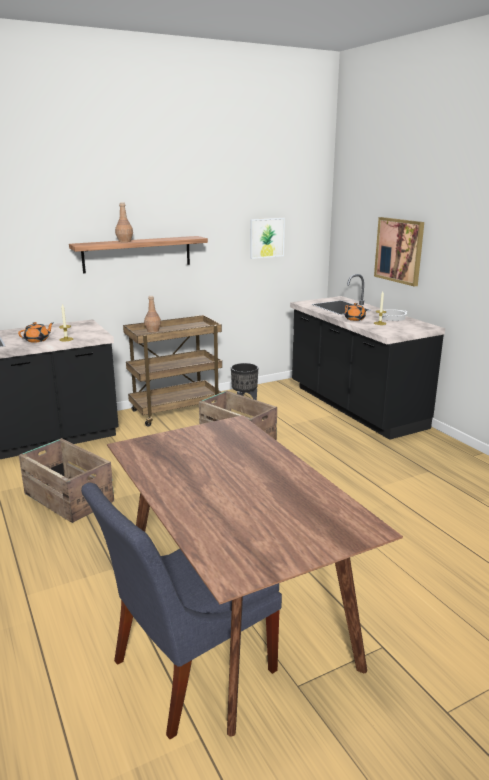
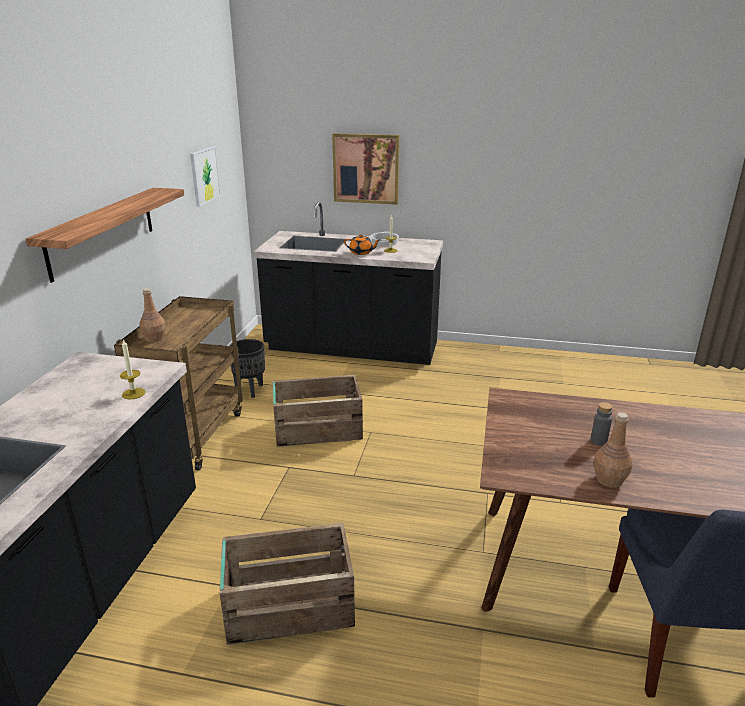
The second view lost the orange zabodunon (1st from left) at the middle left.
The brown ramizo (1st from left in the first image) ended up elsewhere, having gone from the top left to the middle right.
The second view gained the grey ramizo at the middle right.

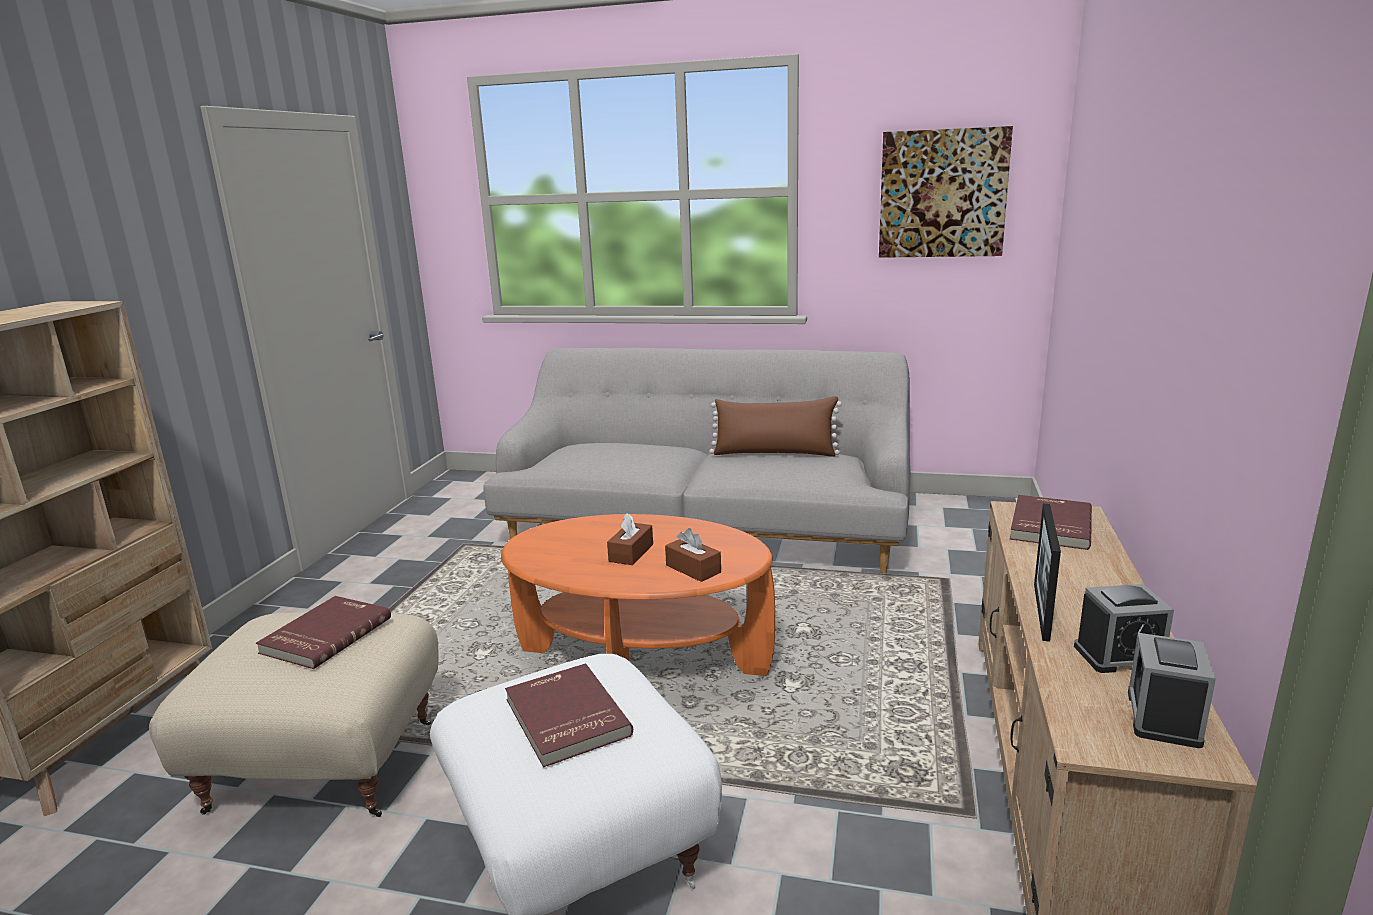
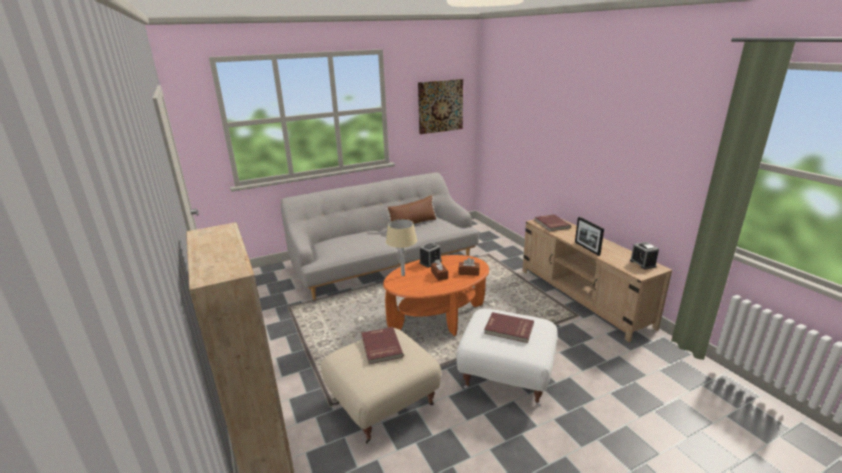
The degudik (1st from left) ended up elsewhere, having gone from the bottom right to the centre.
The second view gained the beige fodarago at the centre.

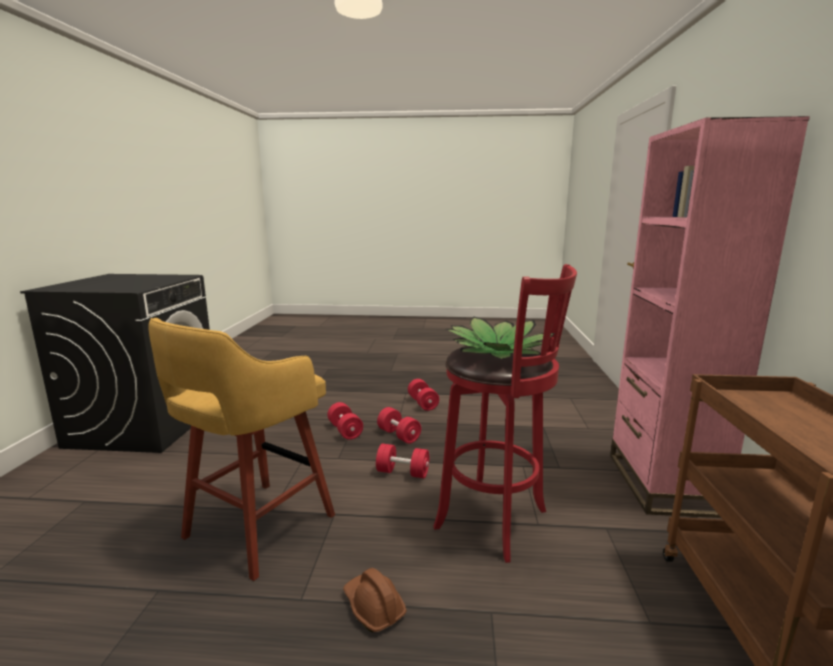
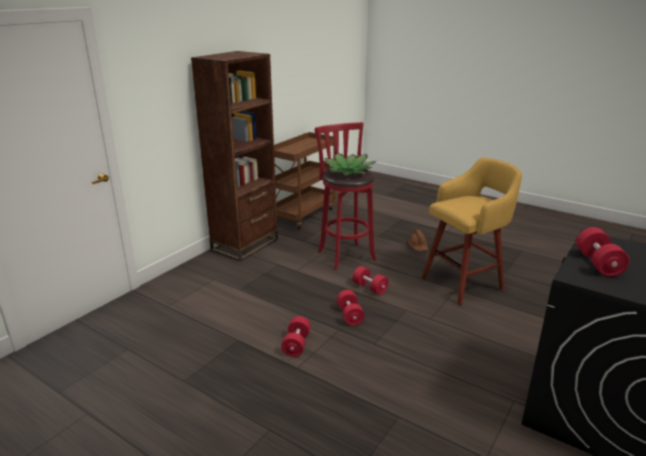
The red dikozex (1st from left in the first image) ended up elsewhere, having gone from the centre to the middle right.
What was the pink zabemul at the middle right turned into the brown zabemul at the centre.

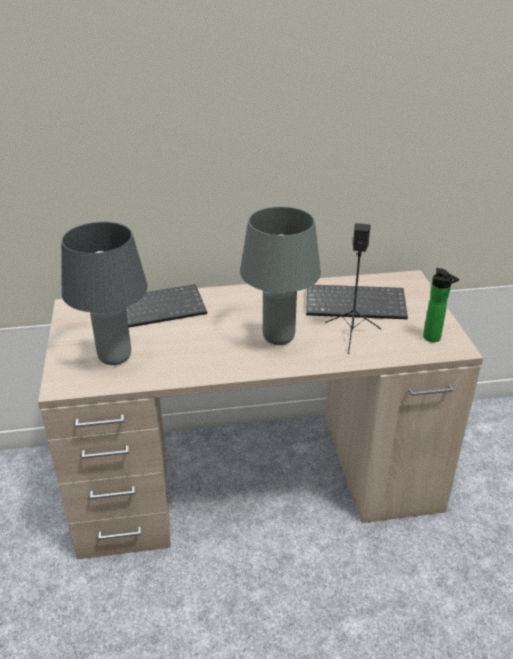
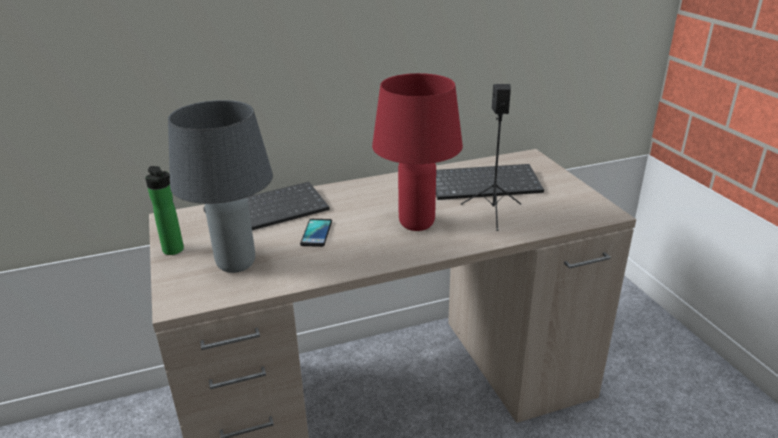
What was the grey fodarago (2nd from left) at the centre turned into the red fodarago at the centre.
The ramizo ended up elsewhere, having gone from the middle right to the middle left.
The second view gained the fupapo at the centre.

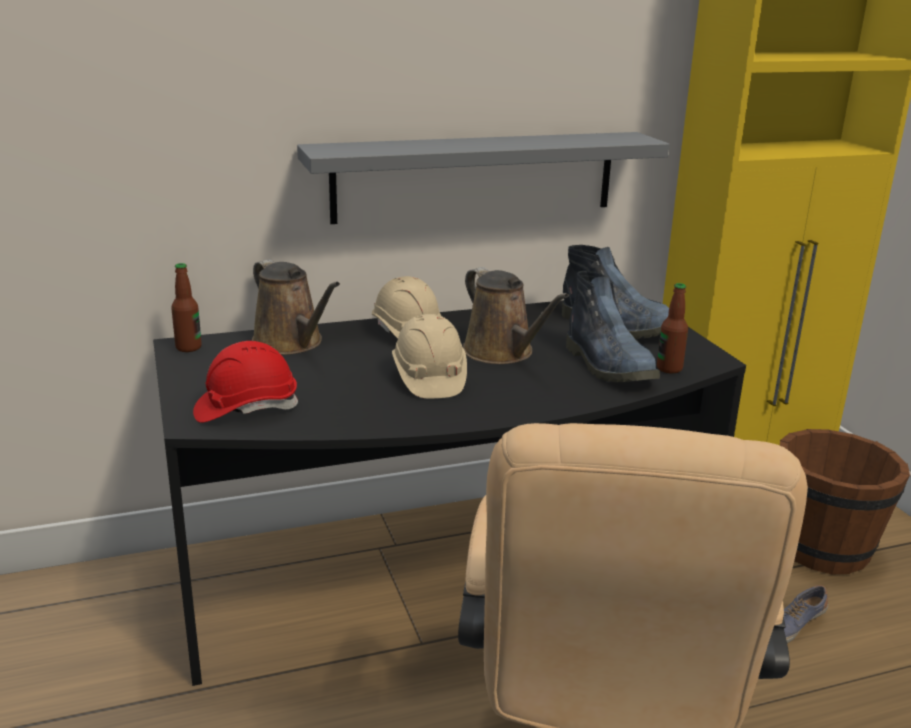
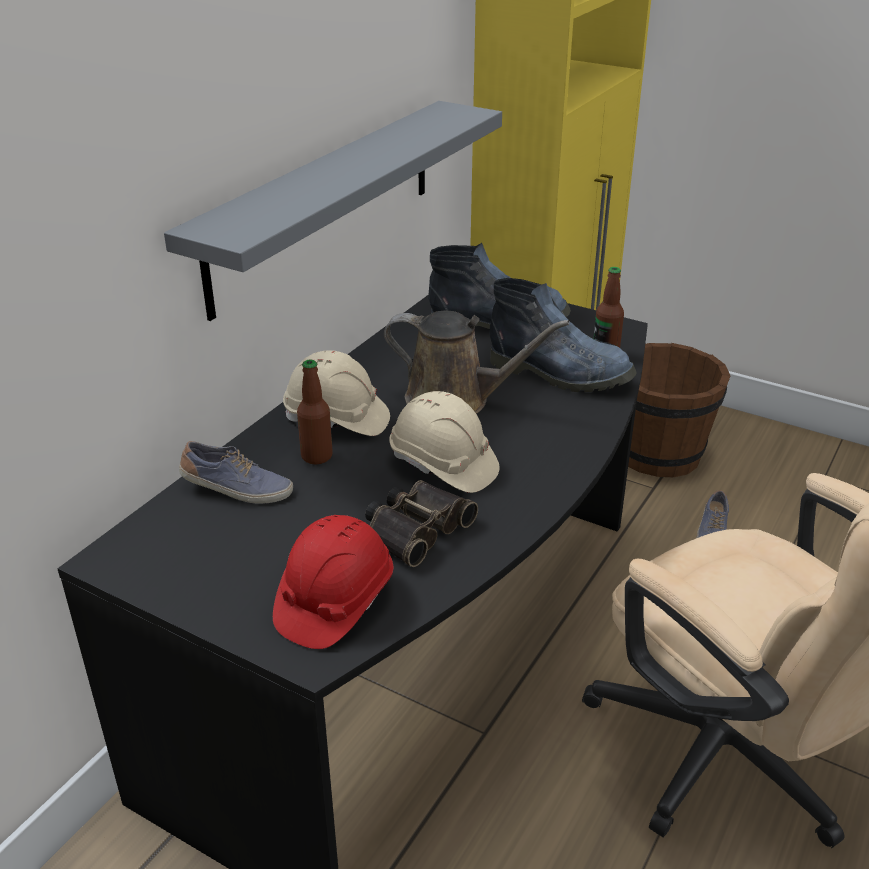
The ramizo (1st from left) ended up elsewhere, having gone from the middle left to the centre.
Where the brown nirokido (1st from left) stood at the middle left, the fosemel (1st from left) came to stand at the middle left.
The second view gained the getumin at the centre.

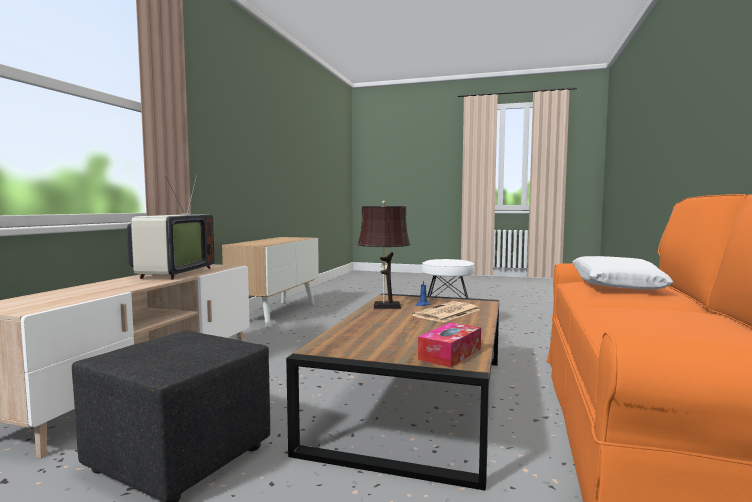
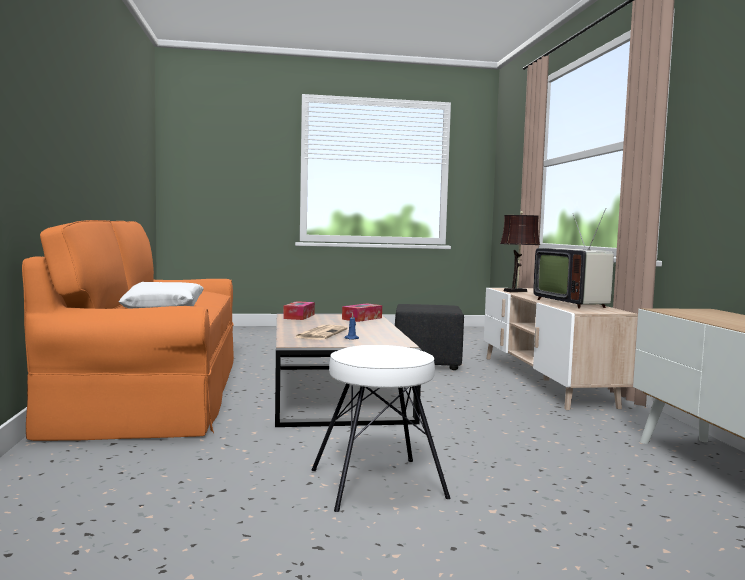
The brown fodarago ended up elsewhere, having gone from the centre to the middle right.
The second view gained the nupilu (2nd from left) at the centre.

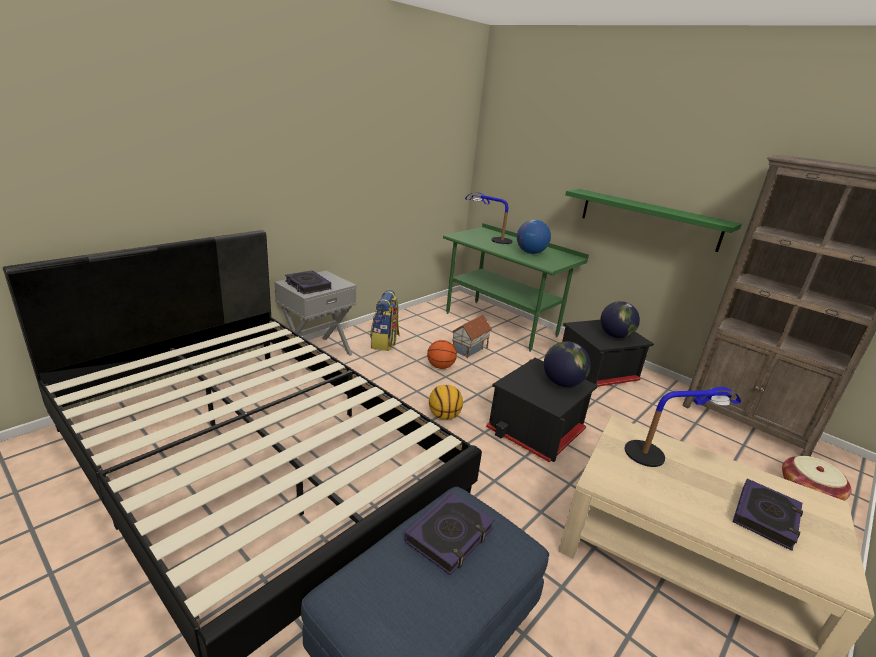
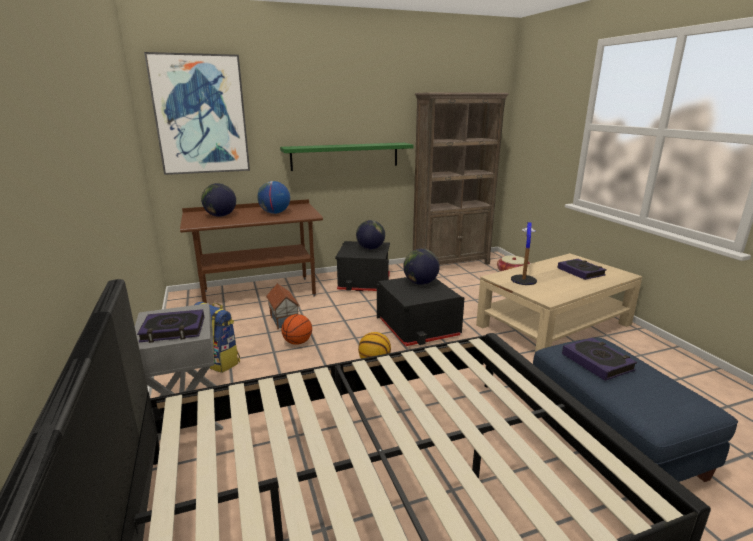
What was the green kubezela at the centre turned into the brown kubezela at the centre.
Where the fodarago (1st from left) stood at the top centre, the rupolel (1st from left) came to stand at the middle left.
The second view gained the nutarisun at the top left.

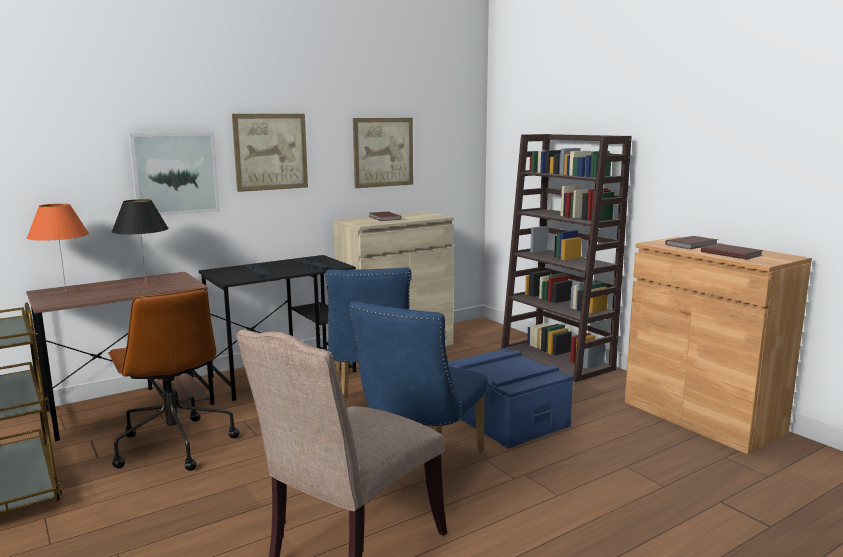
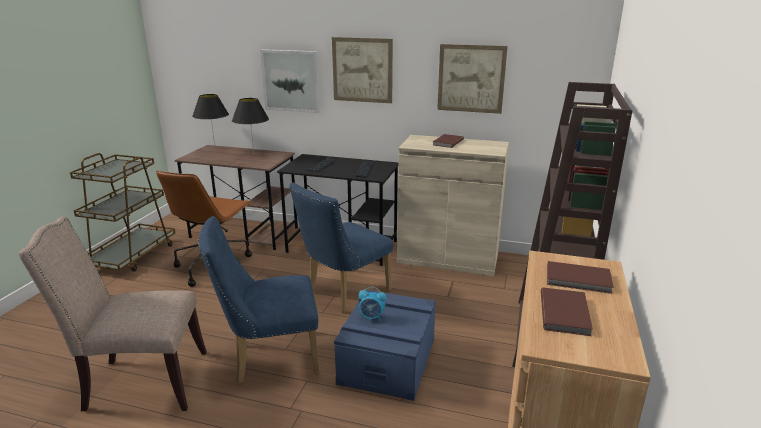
What was the orange fodarago at the middle left turned into the black fodarago (1st from left) at the top left.
The second view gained the degudik at the bottom centre.

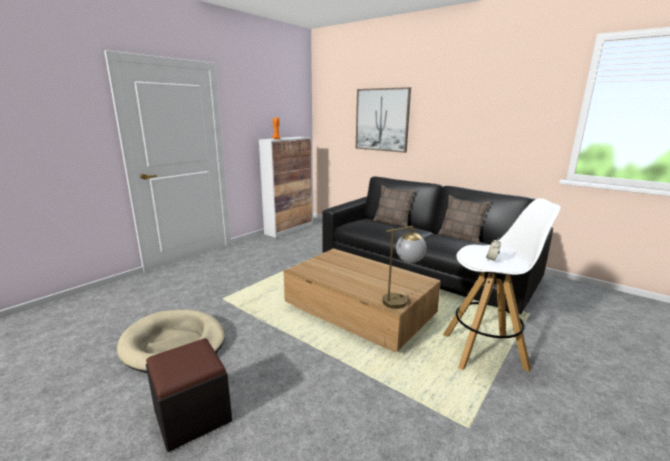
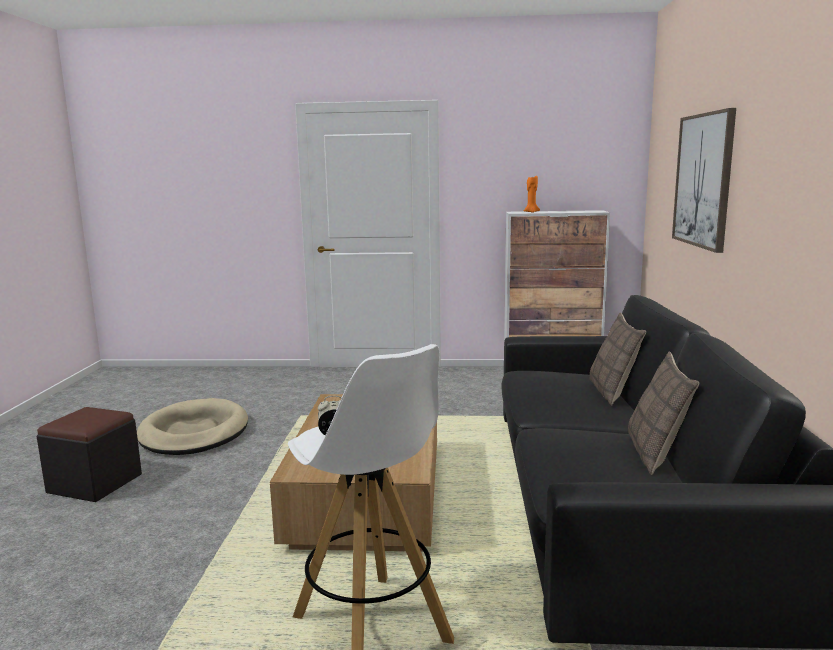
The second view lost the fodarago at the centre.

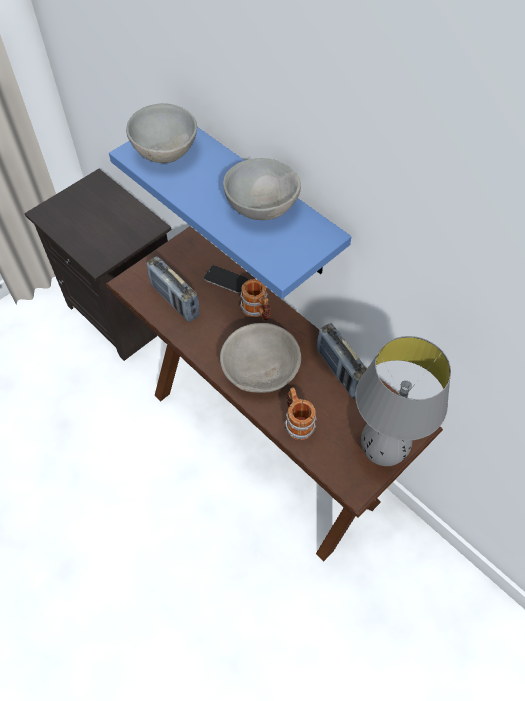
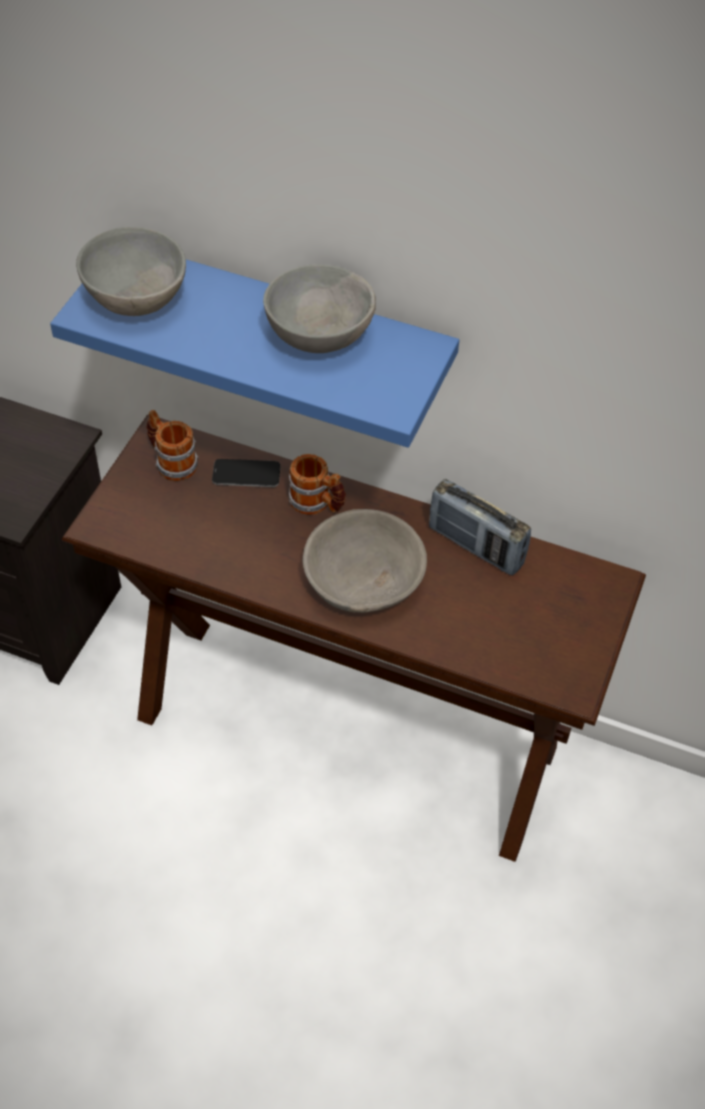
The second view lost the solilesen (1st from left) at the middle left.
The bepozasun (2nd from left in the first image) ended up elsewhere, having gone from the centre to the middle left.
The second view lost the grey fodarago at the middle right.

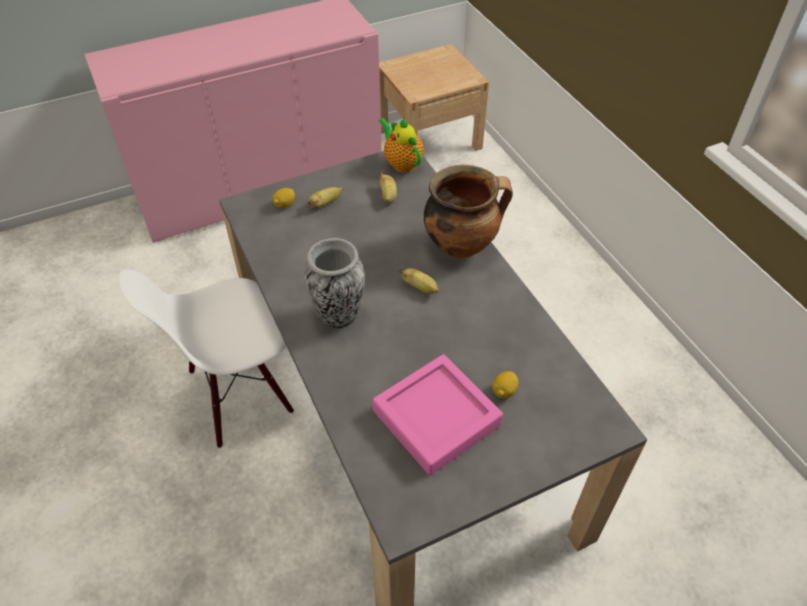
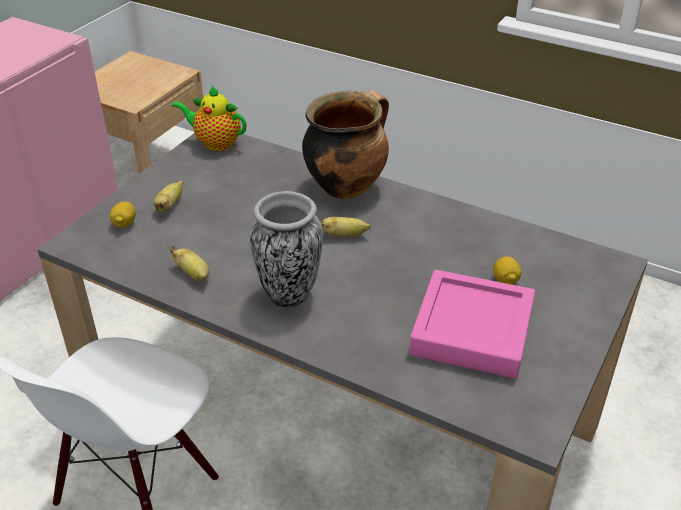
The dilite (2nd from left) ended up elsewhere, having gone from the top centre to the middle left.

